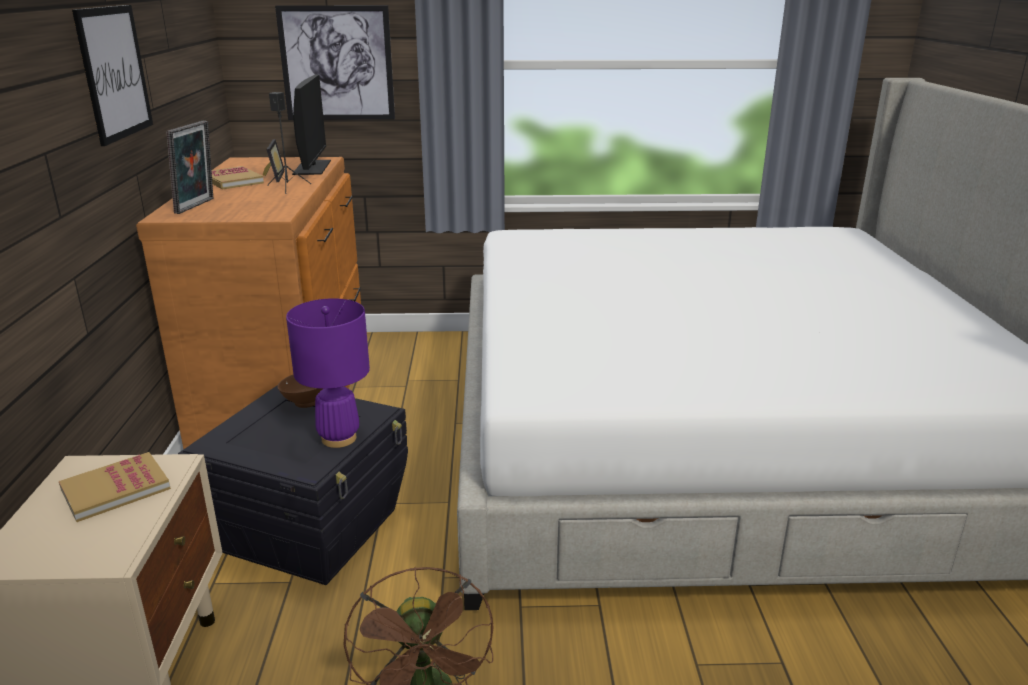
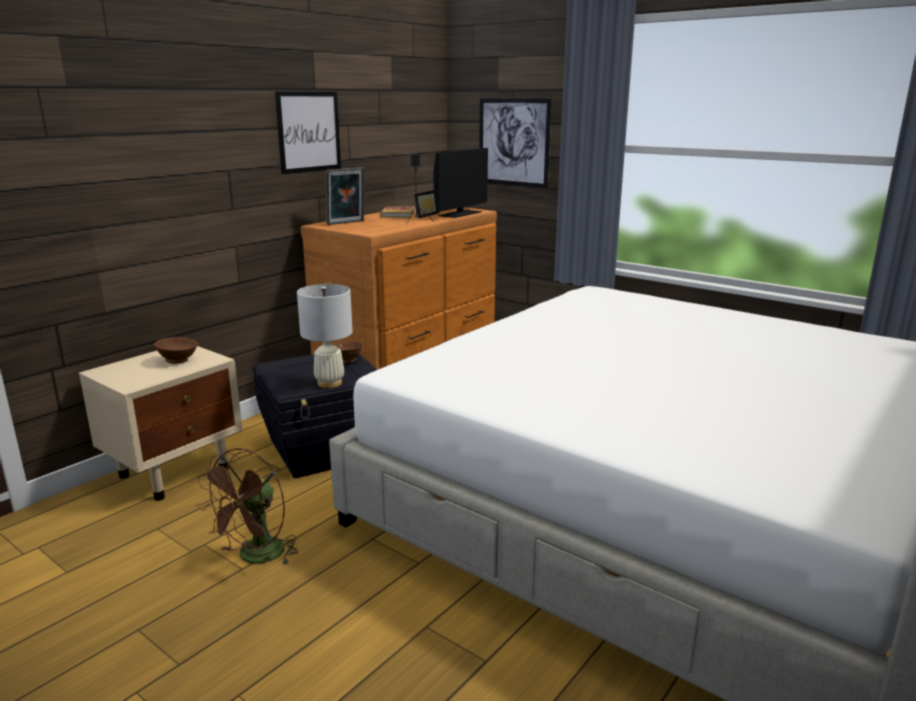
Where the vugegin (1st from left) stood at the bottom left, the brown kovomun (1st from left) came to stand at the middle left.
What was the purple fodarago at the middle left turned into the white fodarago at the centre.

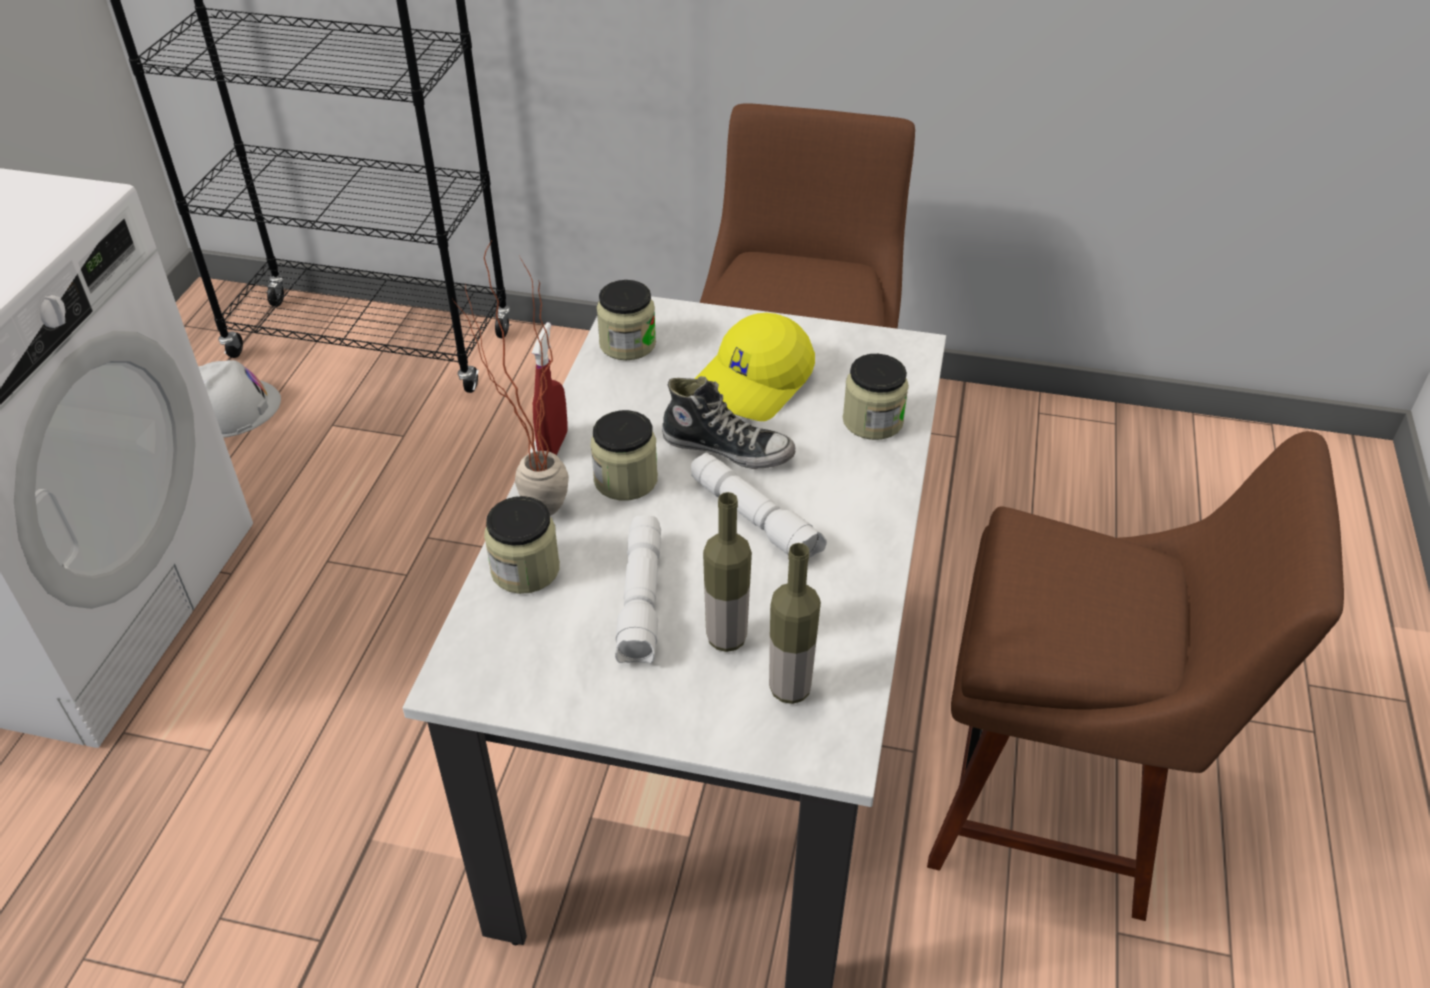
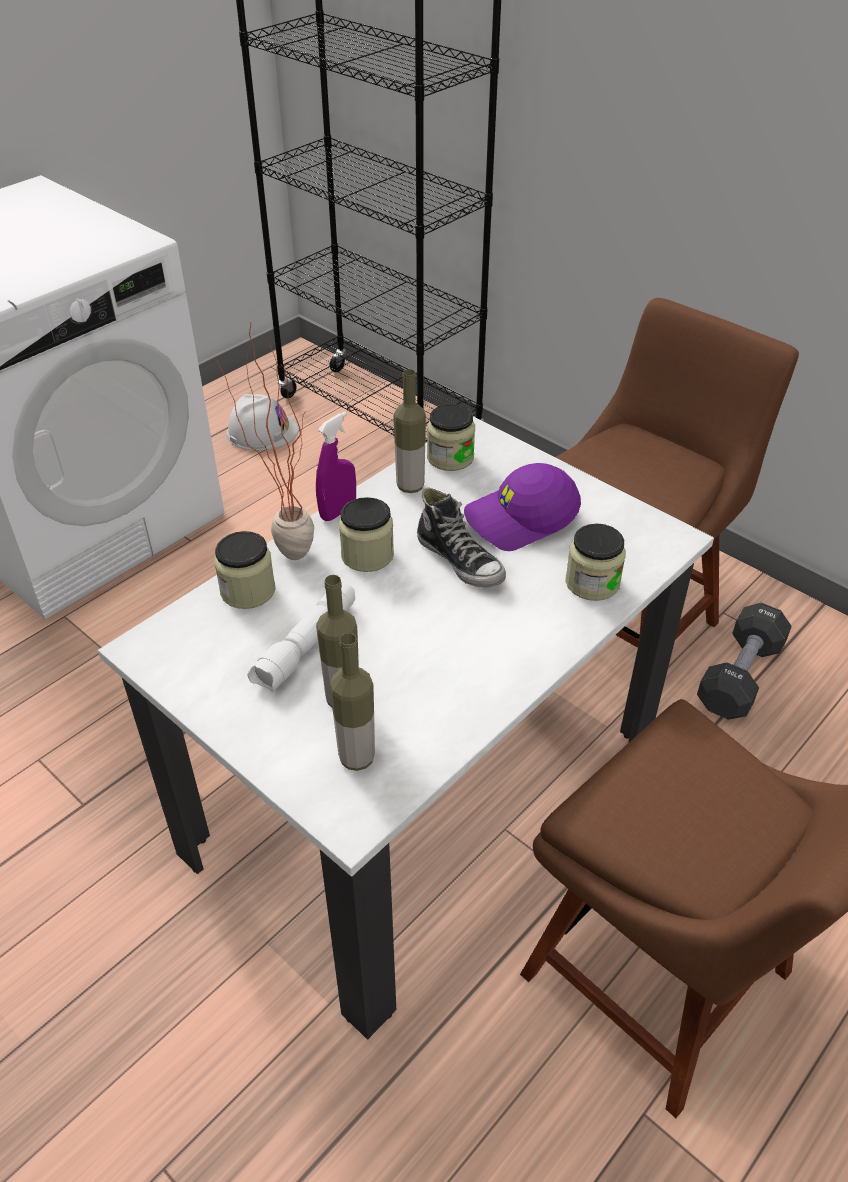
What was the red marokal at the centre turned into the purple marokal at the centre.
The second view lost the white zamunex (2nd from left) at the centre.
What was the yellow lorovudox at the centre turned into the purple lorovudox at the centre.
The second view gained the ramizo (3rd from left) at the centre.
The second view gained the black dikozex at the middle right.

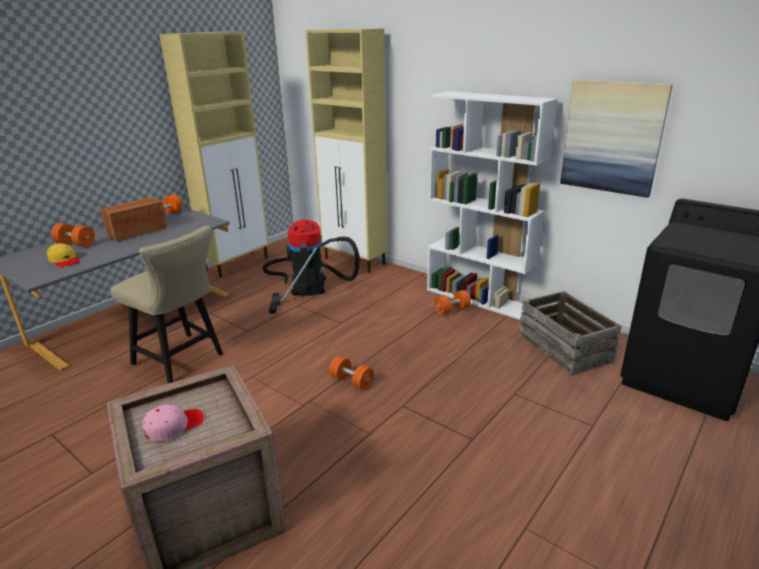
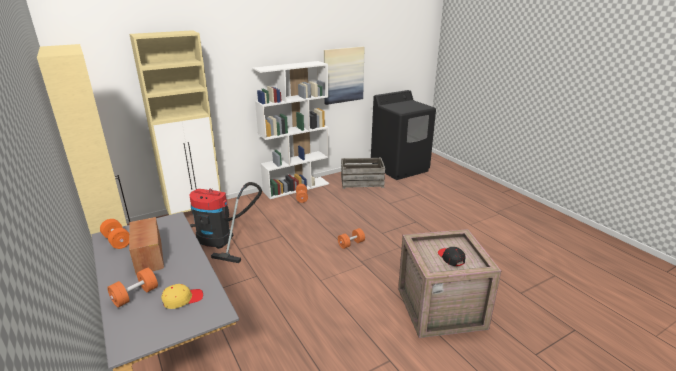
The second view lost the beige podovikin at the middle left.
What was the pink lorovudox at the bottom left turned into the black lorovudox at the bottom right.

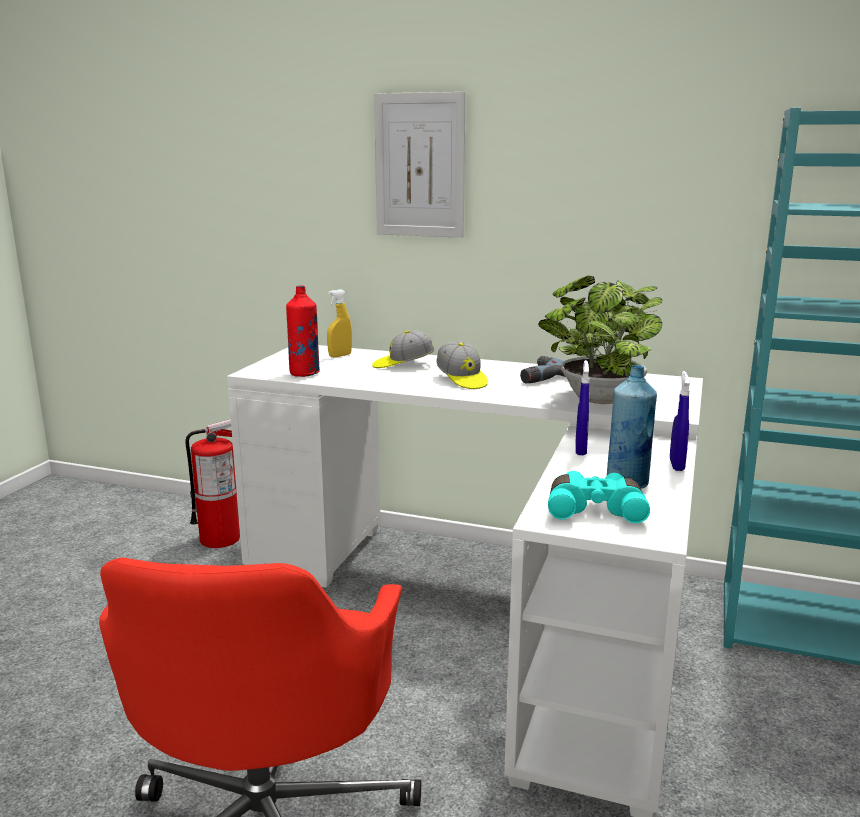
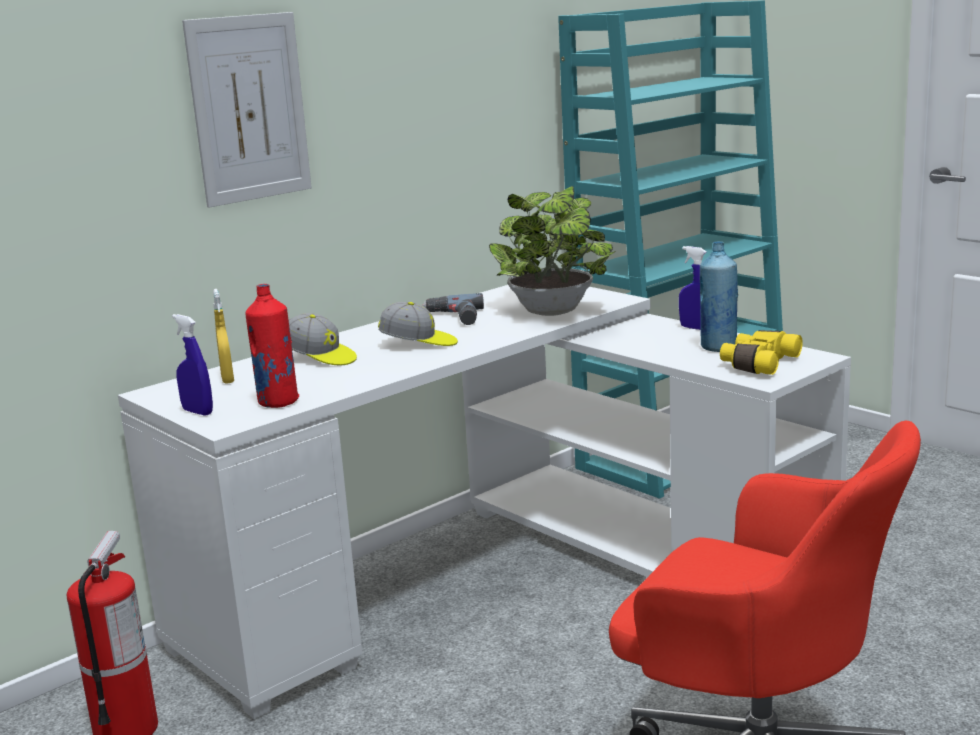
The lorovudox (1st from left) at the centre ended up facing another way, 75 degrees counterclockwise from before.
What was the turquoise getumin at the middle right turned into the yellow getumin at the middle right.
The blue marokal (1st from left) ended up elsewhere, having gone from the middle right to the middle left.

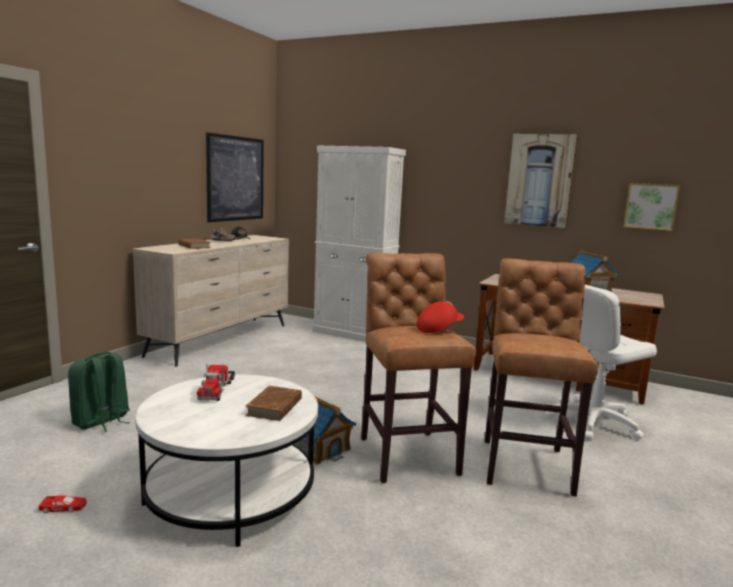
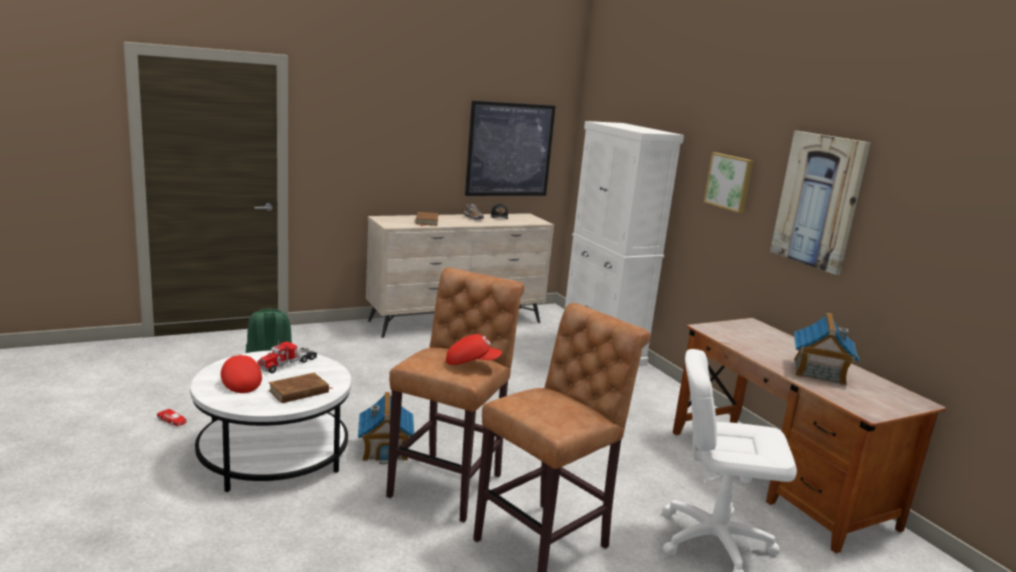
The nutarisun (3rd from left in the first image) ended up elsewhere, having gone from the middle right to the top right.
The second view gained the red lorovudox (1st from left) at the middle left.

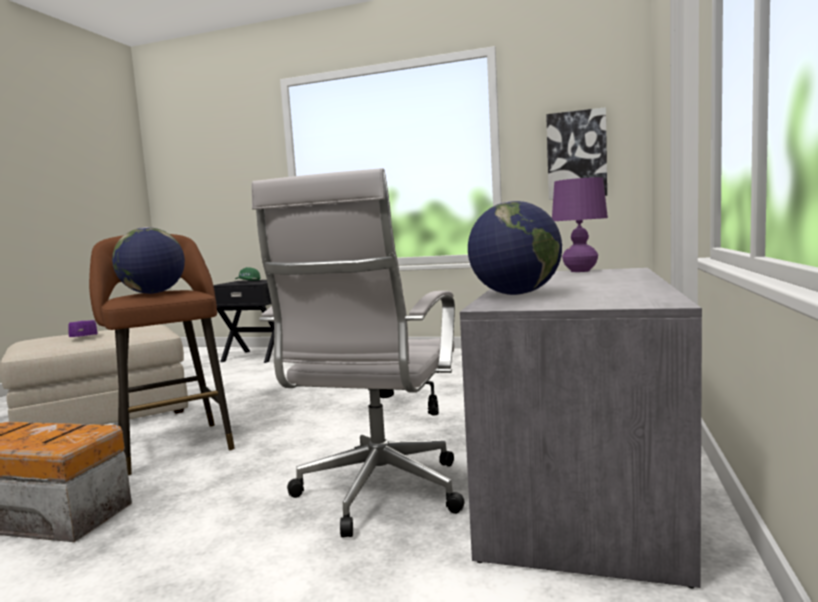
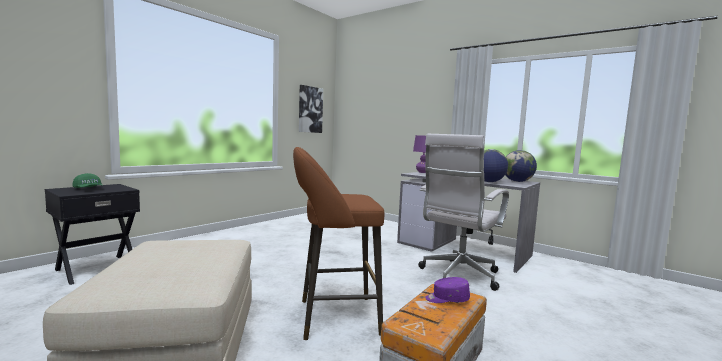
The purple lorovudox ended up elsewhere, having gone from the middle left to the bottom centre.
The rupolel (1st from left in the first image) ended up elsewhere, having gone from the middle left to the middle right.
The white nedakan at the centre ended up facing another way, 90 degrees clockwise from before.

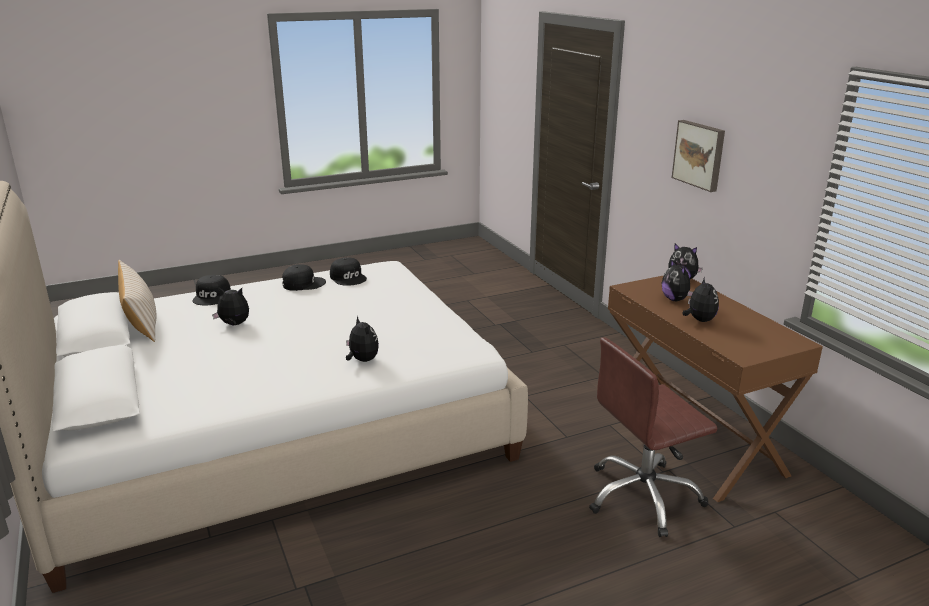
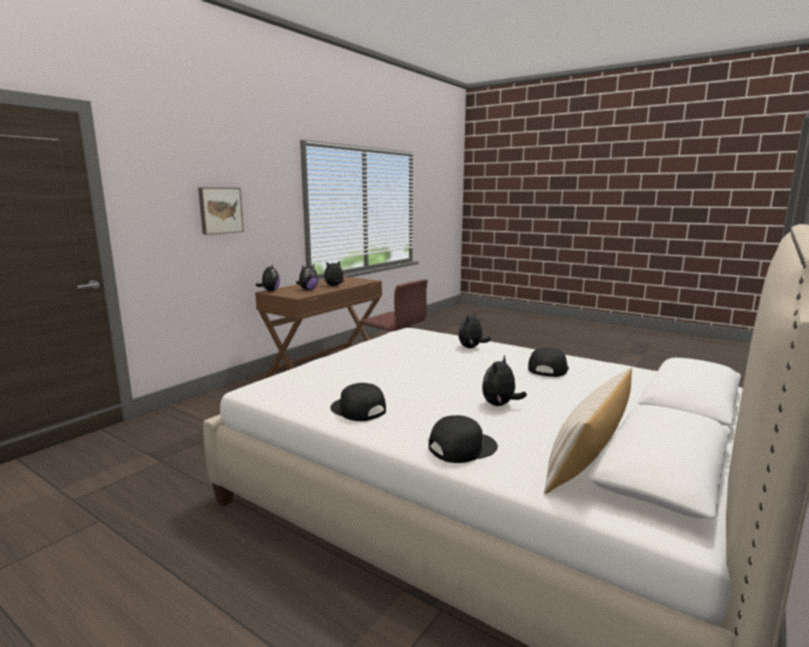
The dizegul (1st from left in the first image) at the middle left ended up facing another way, 60 degrees clockwise from before.
The black lorovudox (3rd from left) ended up elsewhere, having gone from the centre to the middle right.

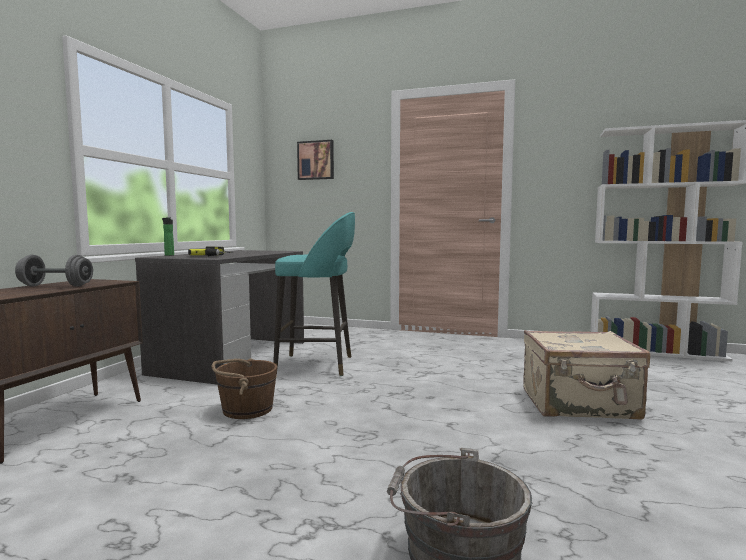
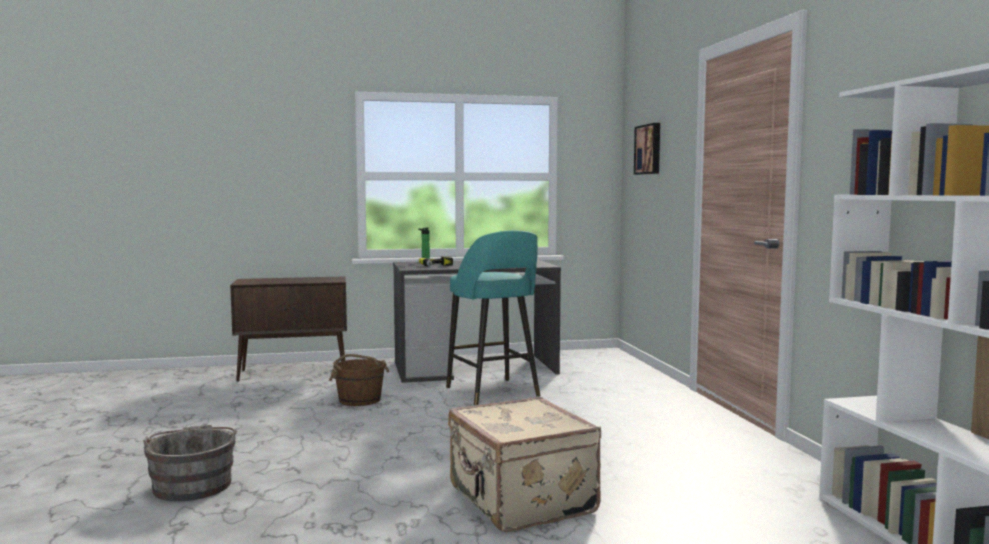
The second view lost the grey dikozex at the middle left.

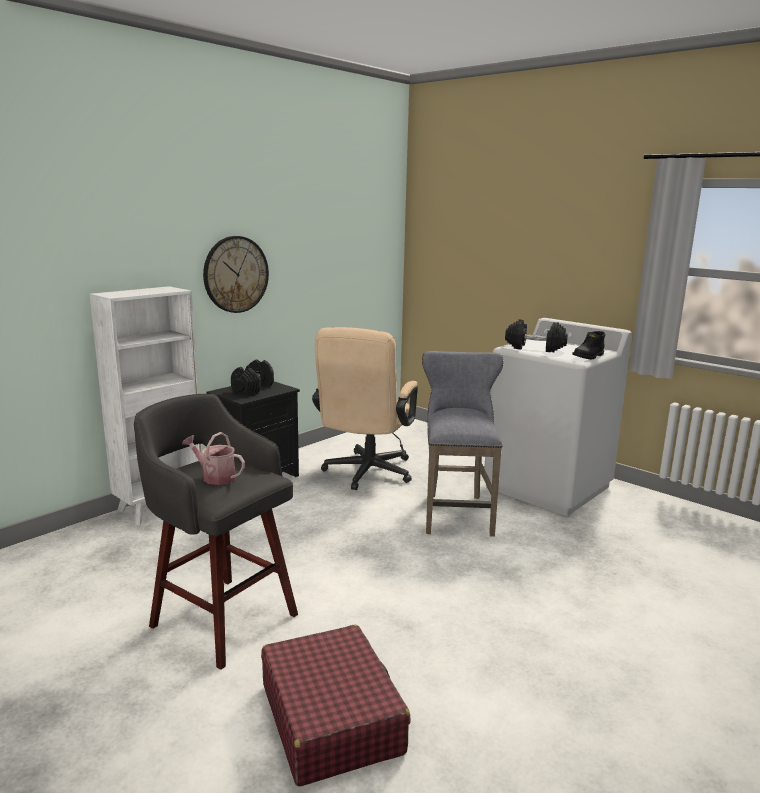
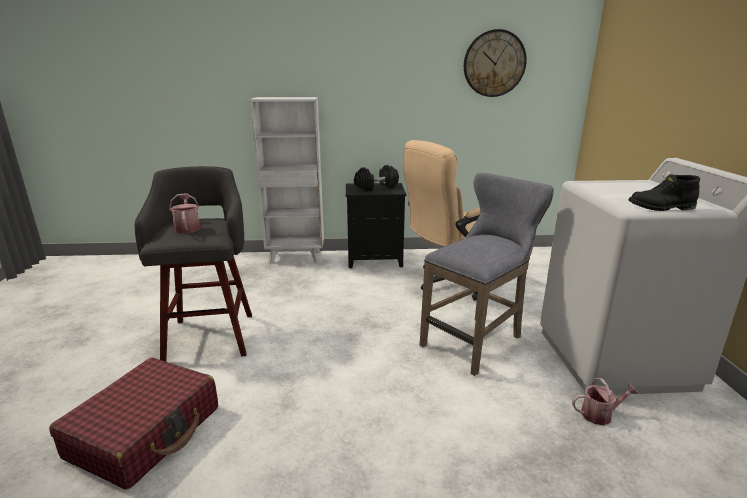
The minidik ended up elsewhere, having gone from the middle left to the top centre.
The second view lost the black dikozex (2nd from left) at the middle right.
The second view gained the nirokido (2nd from left) at the bottom right.

